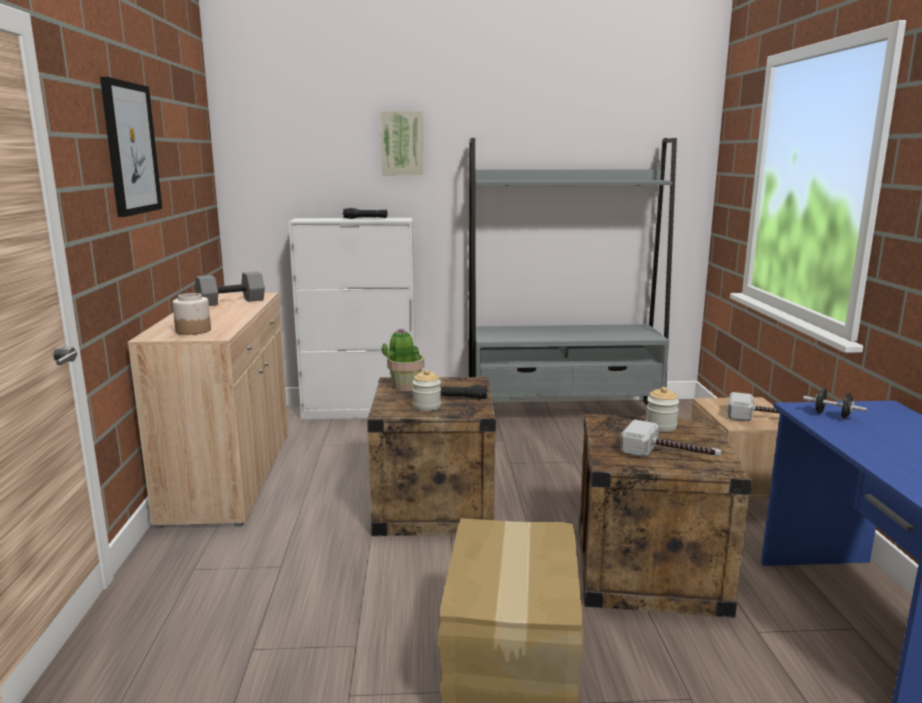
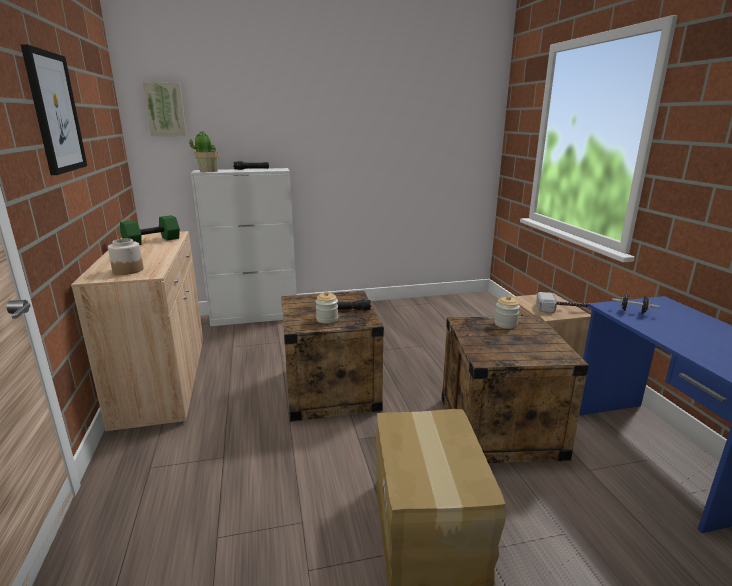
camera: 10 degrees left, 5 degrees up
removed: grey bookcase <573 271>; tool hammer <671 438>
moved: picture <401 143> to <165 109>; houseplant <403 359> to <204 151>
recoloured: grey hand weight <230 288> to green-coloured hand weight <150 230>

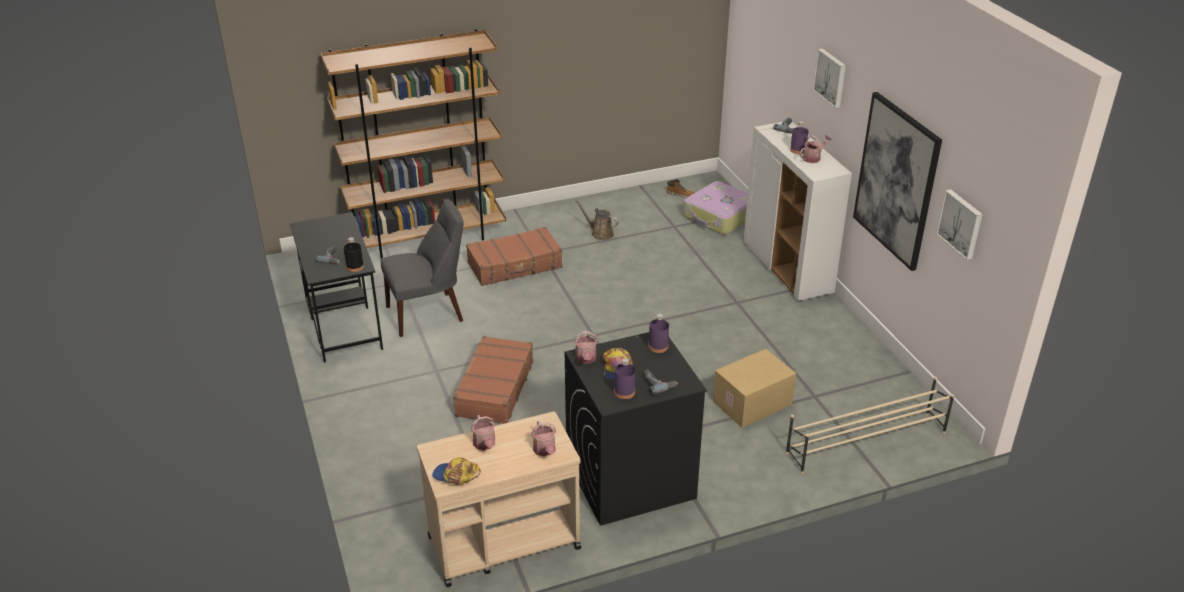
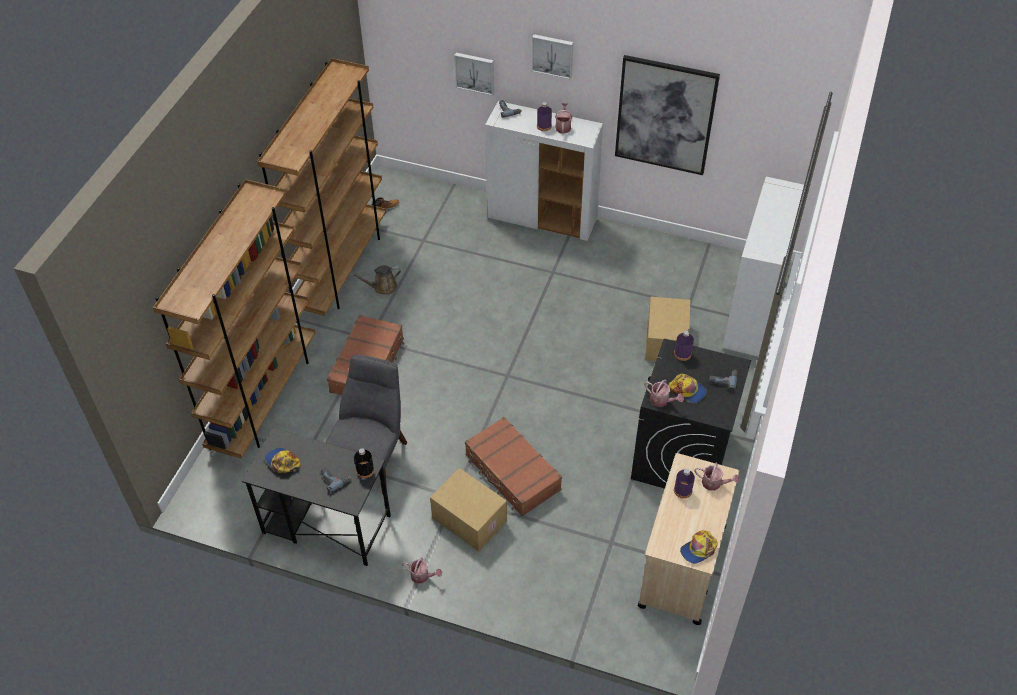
camera: 50 degrees left, 15 degrees up
removed: suitcase <716 208>
added: brownish bookcase <321 187>; baseball cap <283 460>; cardboard box <468 510>
moved: sprinkling can <483 432> to <422 570>; picture <959 224> to <474 74>; purple beverage bottle <624 378> to <684 484>
replaced: beige shoe rack <870 425> to whitish cupboard <763 267>

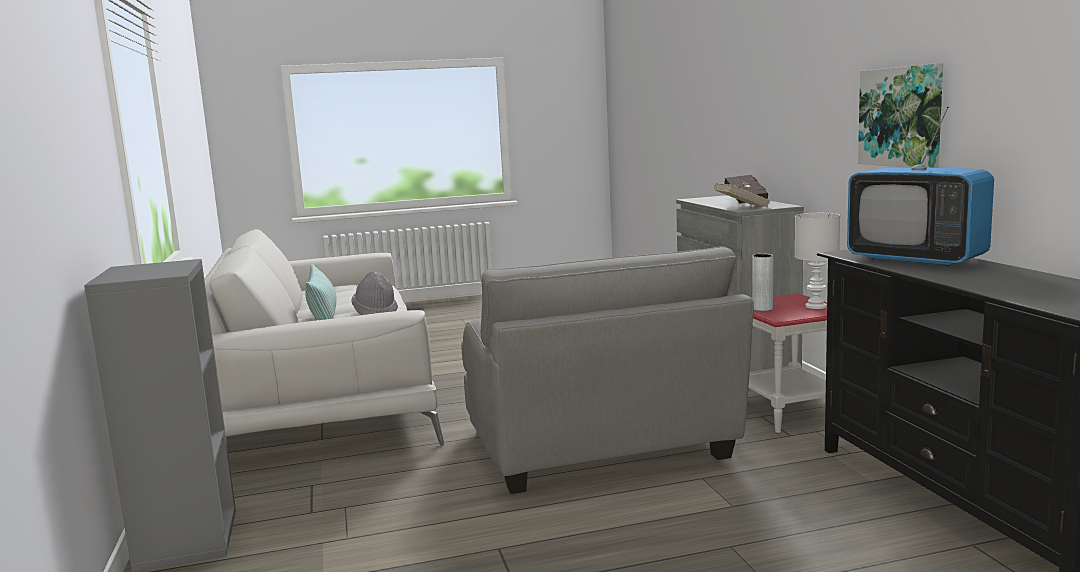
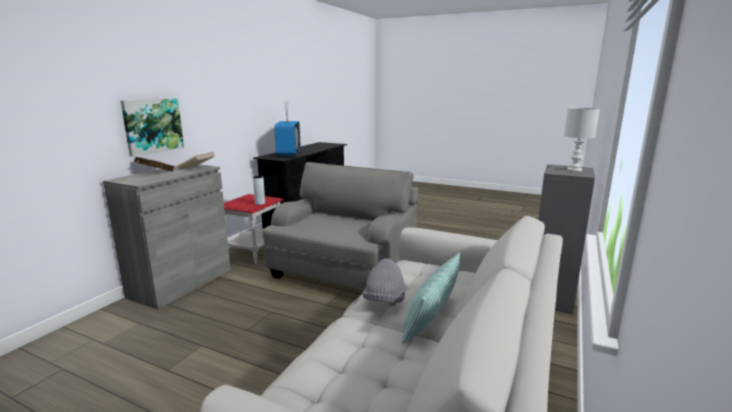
camera: 140 degrees left, 5 degrees up
moved: picture <900 115> to <152 127>; whitish lamp for a table <817 261> to <582 139>

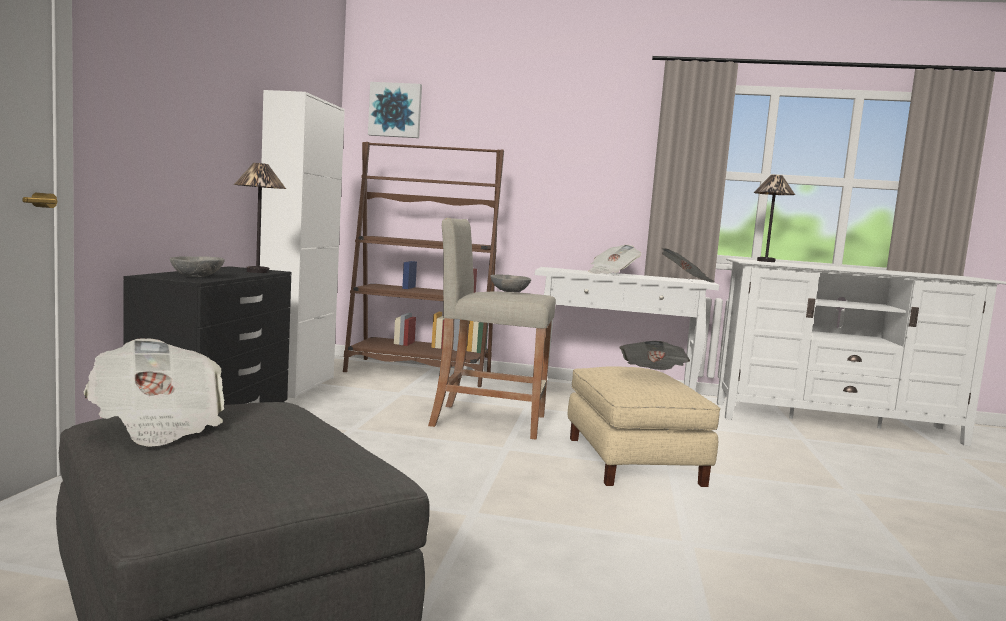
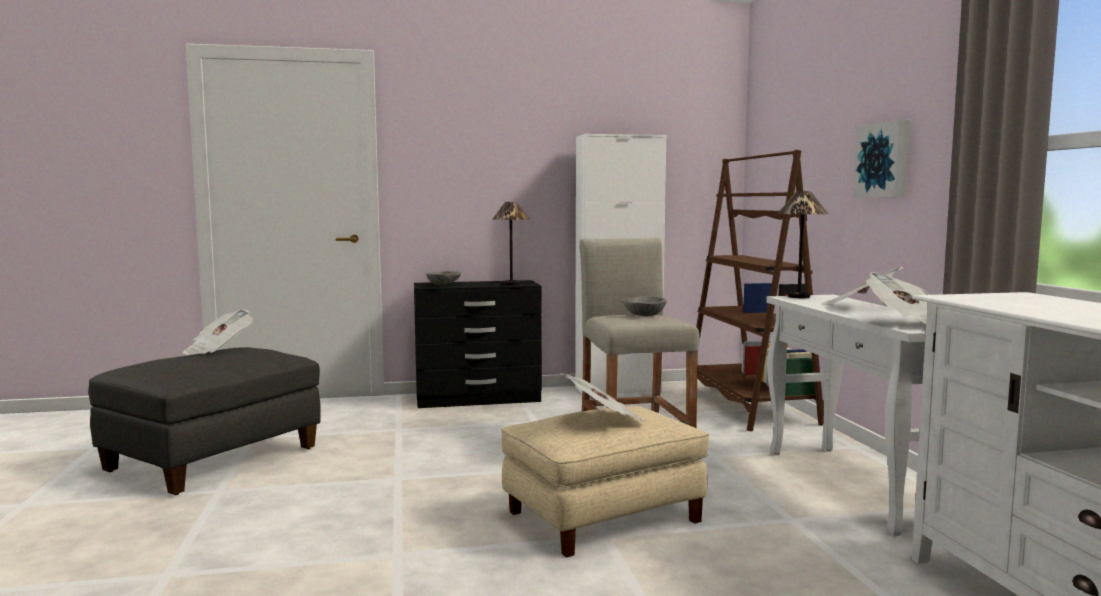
camera: 70 degrees right, 0 degrees up
moved: lamp for a table <774 218> to <802 244>; picture <395 110> to <881 158>

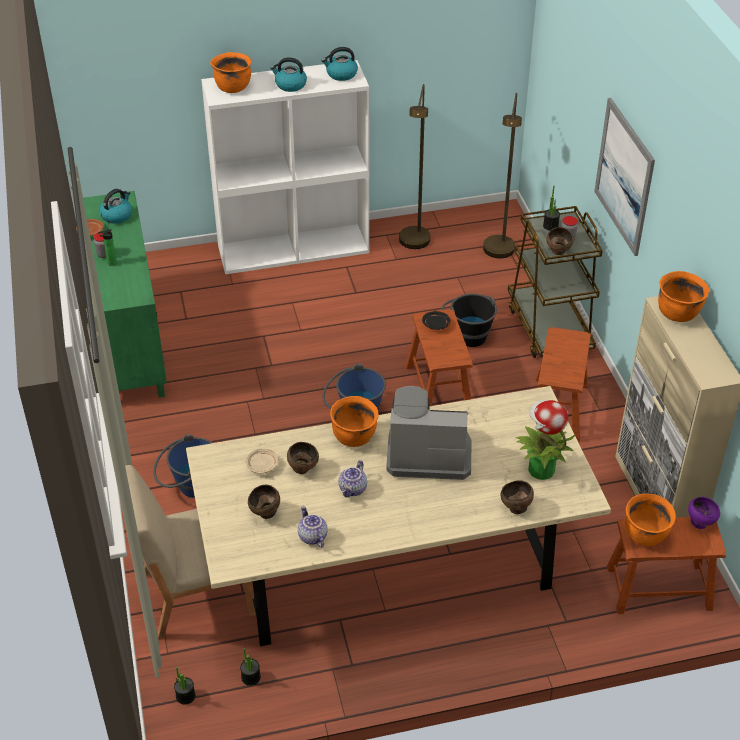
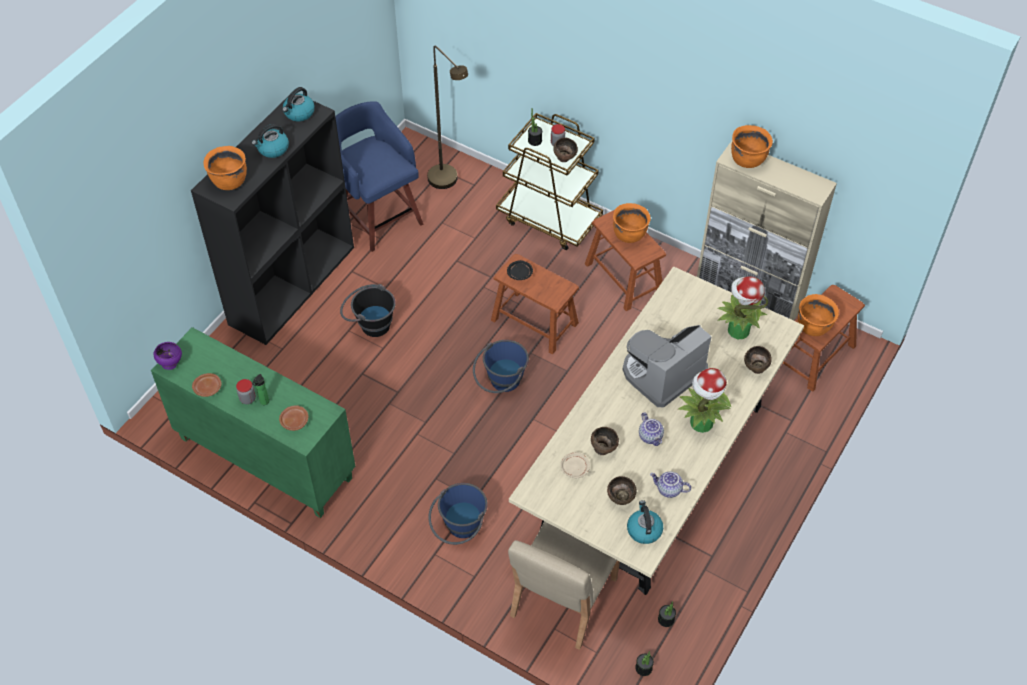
camera: 45 degrees left, 10 degrees up
removed: picture <624 177>
added: brownish dinner plate <293 418>; houseplant <704 400>
moved: purple bowl <704 513> to <167 356>; blackish water bucket <469 320> to <368 310>; orange stockpot <354 421> to <632 223>; kettle <115 206> to <645 522>
replaced: brownish standing lamp <414 166> to bluish sitting stool <379 176>
recoloured: whitish bookcase <285 167> to blackish bookcase <272 220>

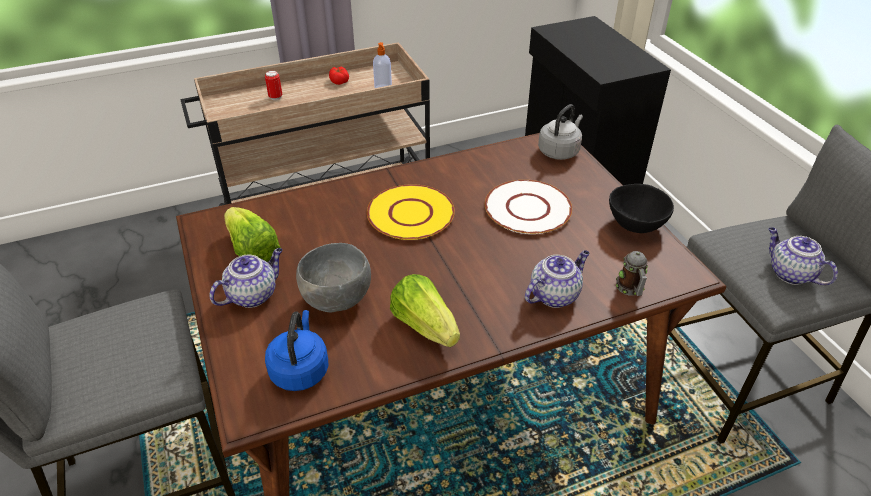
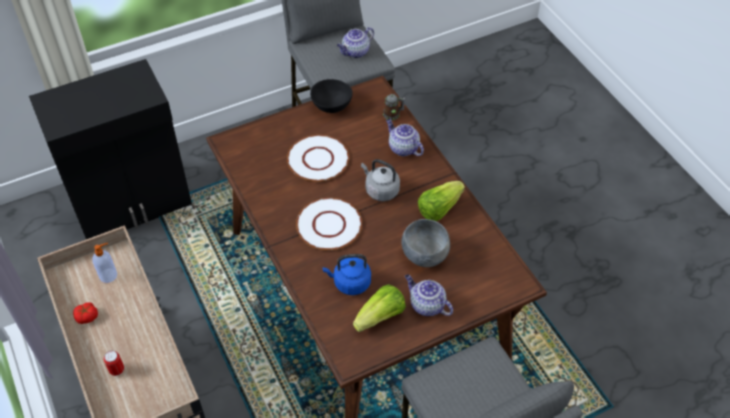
camera: 95 degrees left, 10 degrees up
moved: bluish kettle <297 350> to <346 274>; grey kettle <560 132> to <380 180>
recoloured: yellow dinner plate <411 212> to whitish dinner plate <329 224>

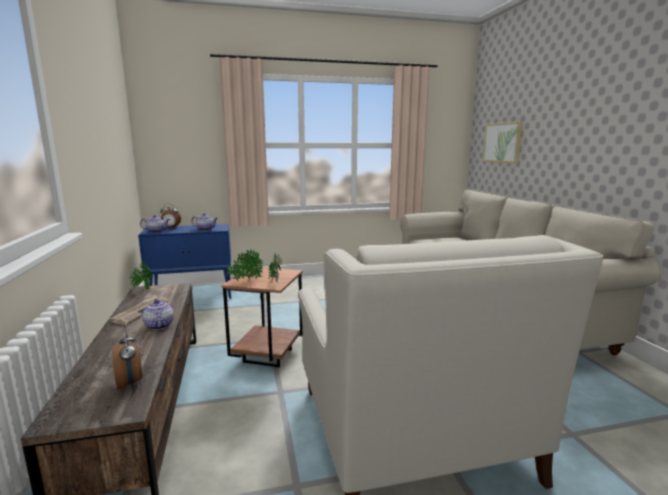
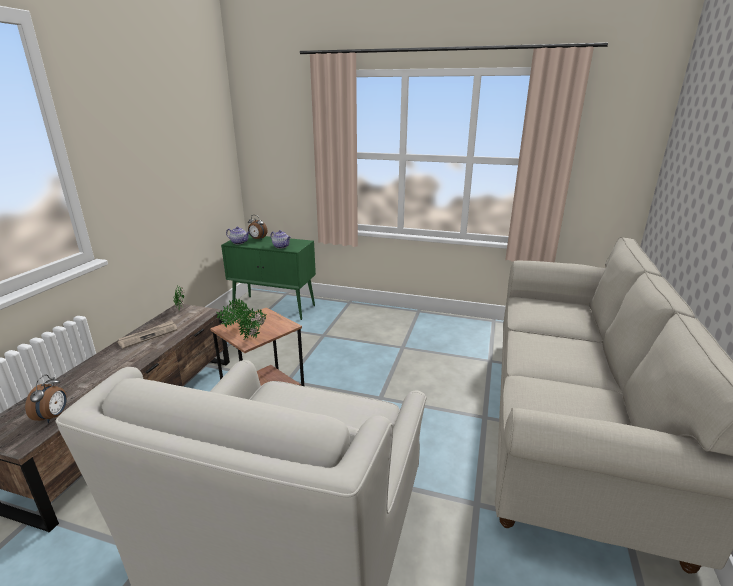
camera: 30 degrees right, 10 degrees up
removed: tea pot <158 314>; picture <502 142>
recoloured: bluish cupboard <184 261> to green-coloured cupboard <268 277>

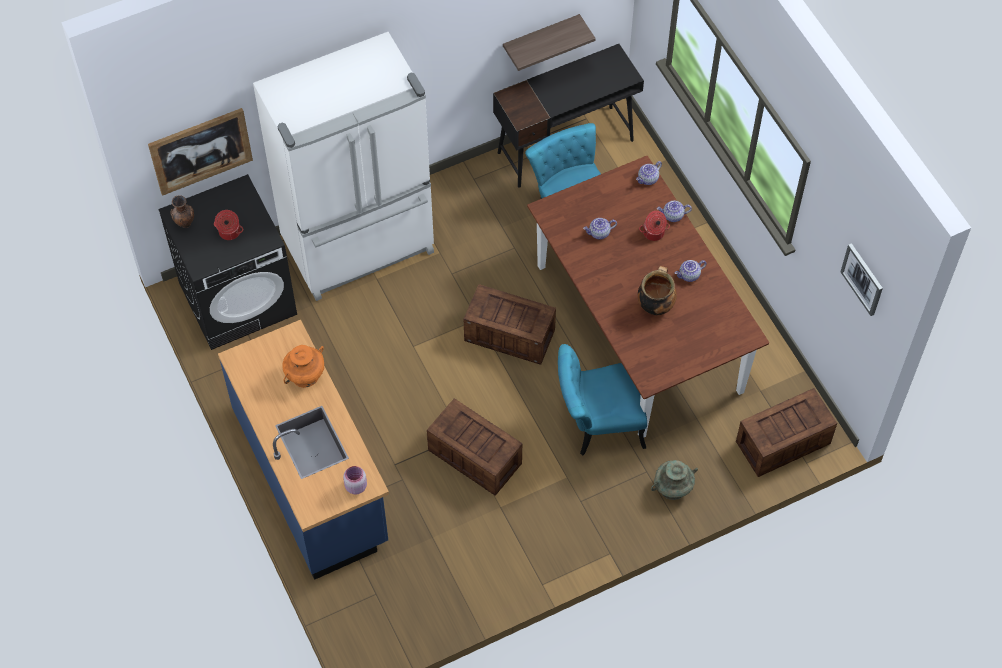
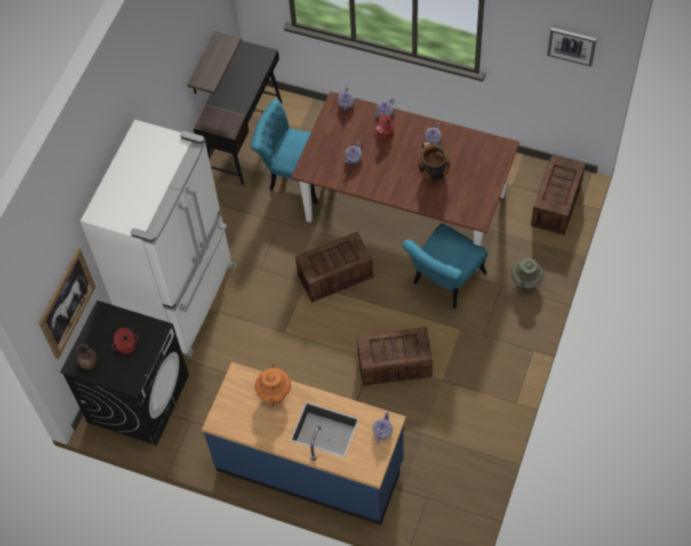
camera: 40 degrees left, 0 degrees up
replaced: pink jar <355 480> to tea pot <383 427>

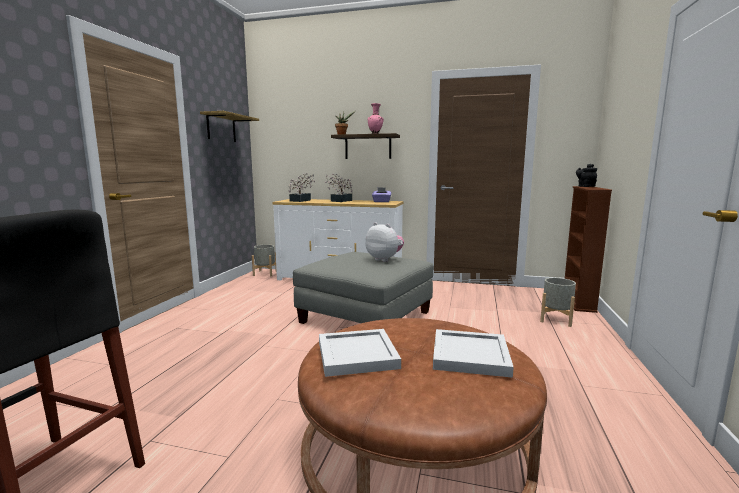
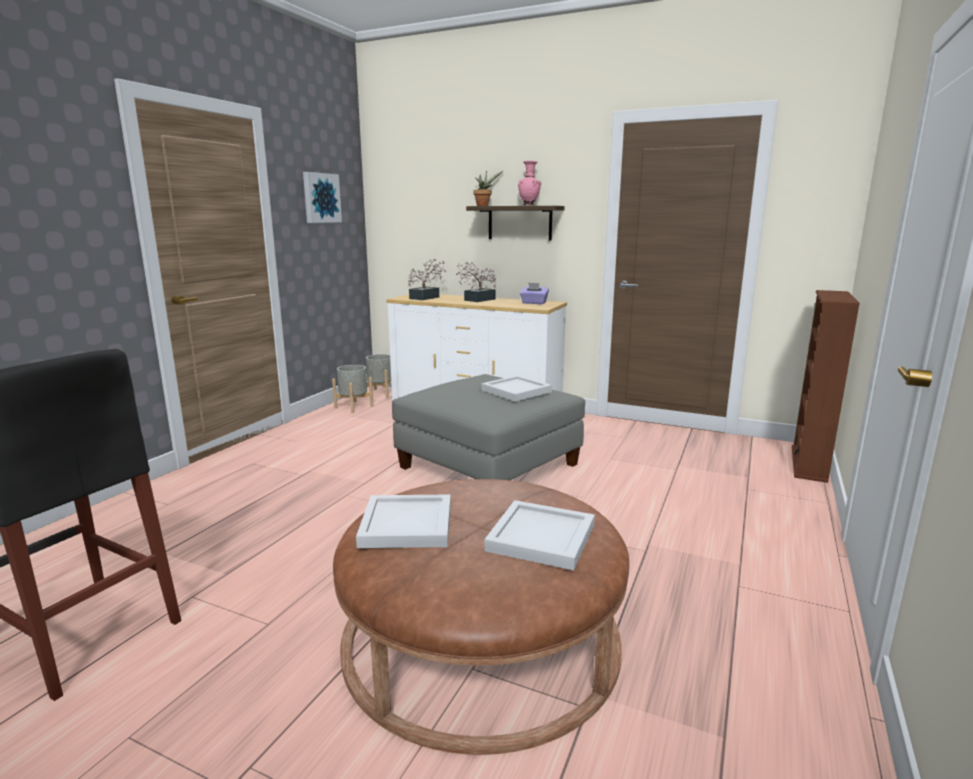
camera: 10 degrees right, 5 degrees up
removed: blackish tea pot <586 175>
moved: grey flower pot <558 302> to <352 389>
replaced: shelf <229 126> to picture <322 197>; plush toy <384 242> to whitish carrying tray <516 388>

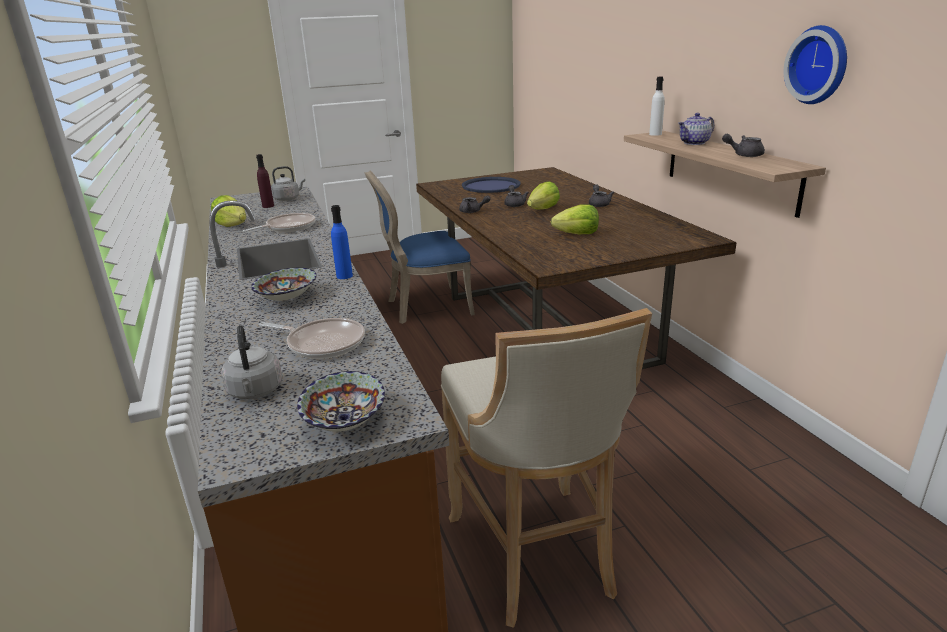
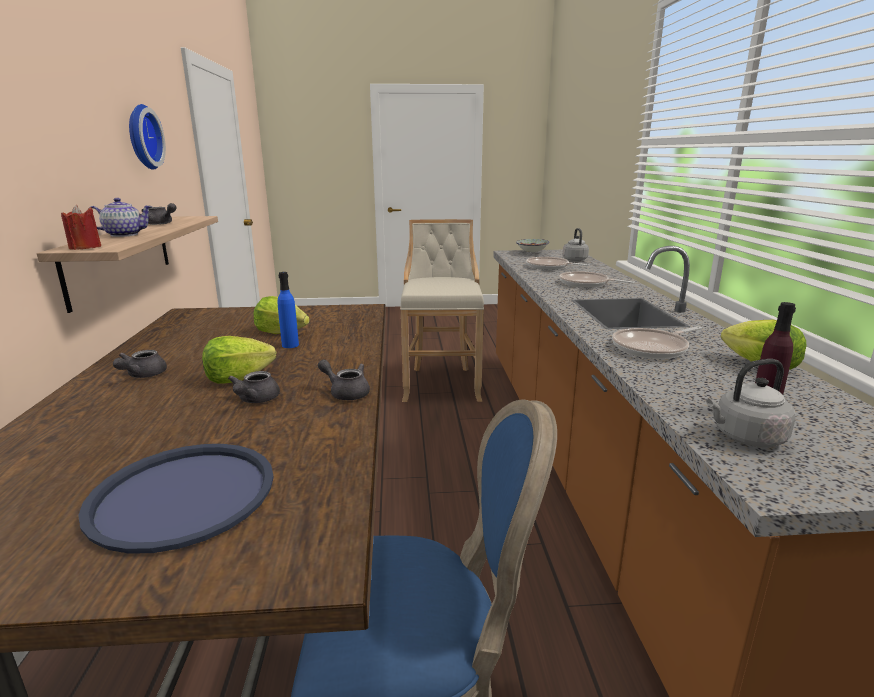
camera: 165 degrees left, 5 degrees down
moved: bluish beverage bottle <342 242> to <288 310>
replaced: whitish beverage bottle <657 106> to reddish candle <81 227>; bowl <284 284> to frying pan <597 279>

